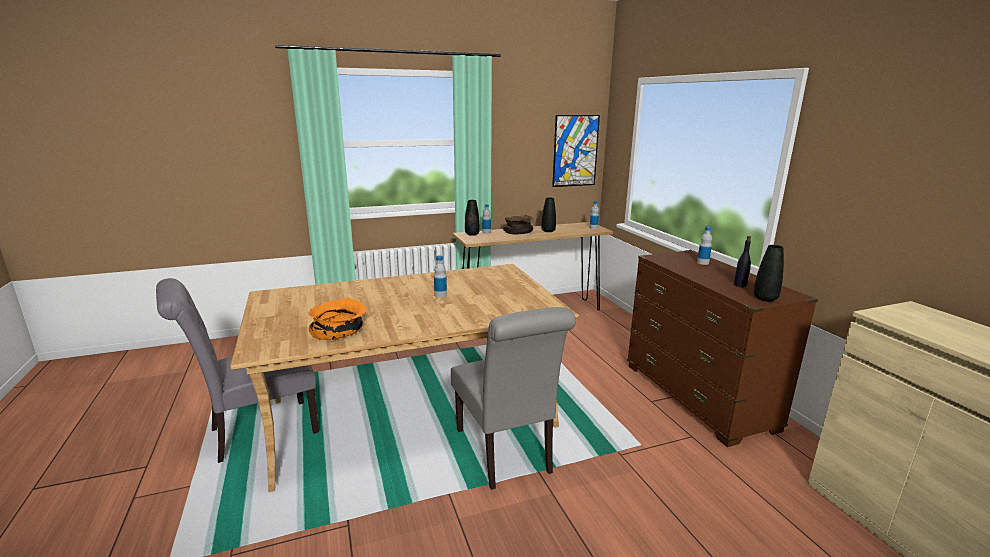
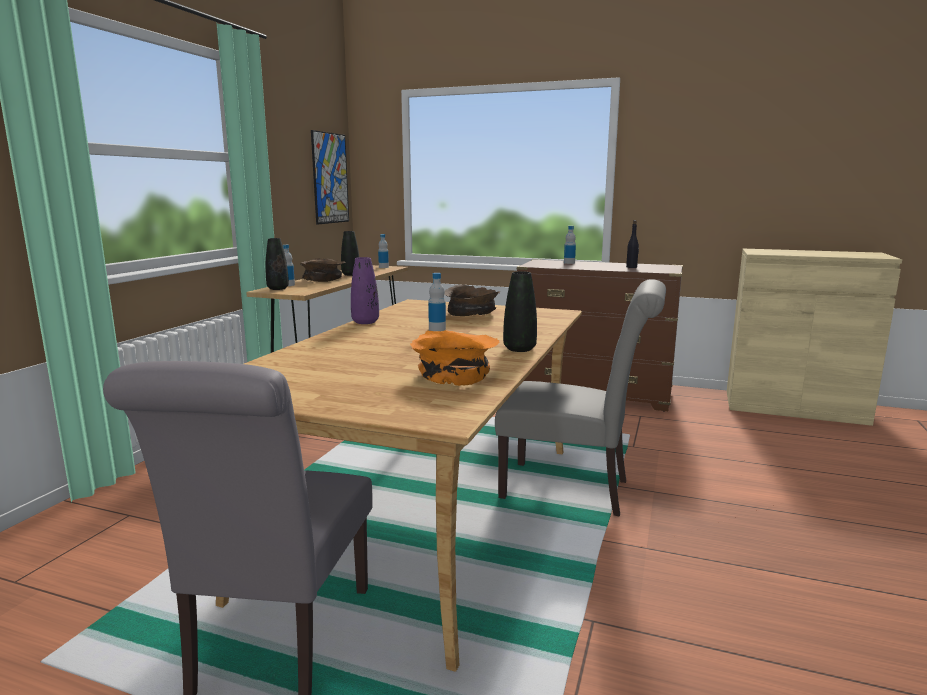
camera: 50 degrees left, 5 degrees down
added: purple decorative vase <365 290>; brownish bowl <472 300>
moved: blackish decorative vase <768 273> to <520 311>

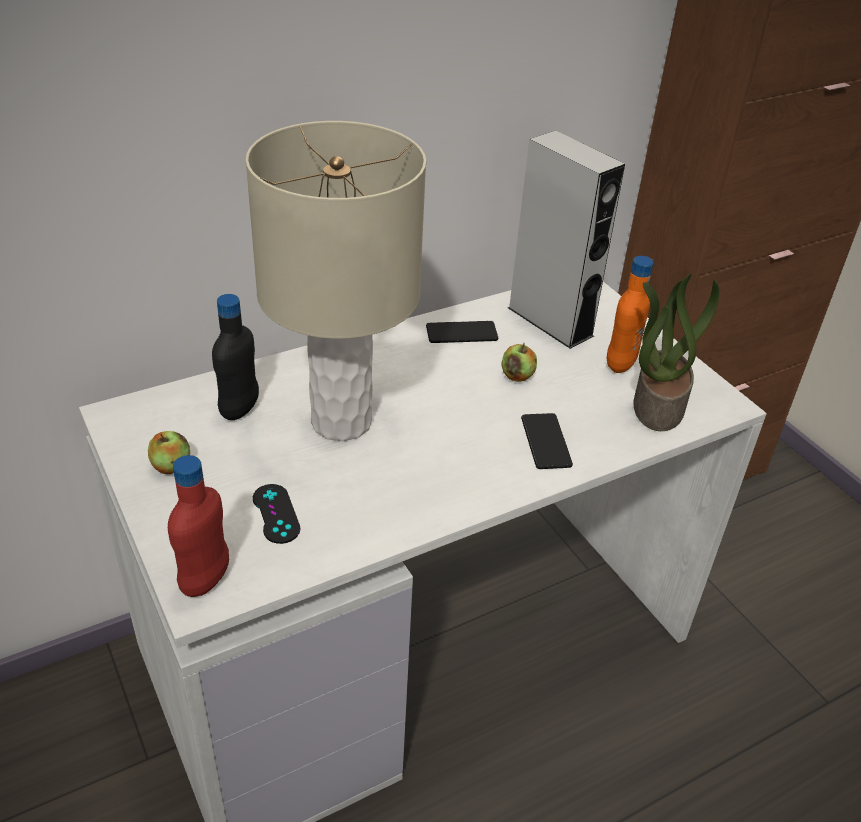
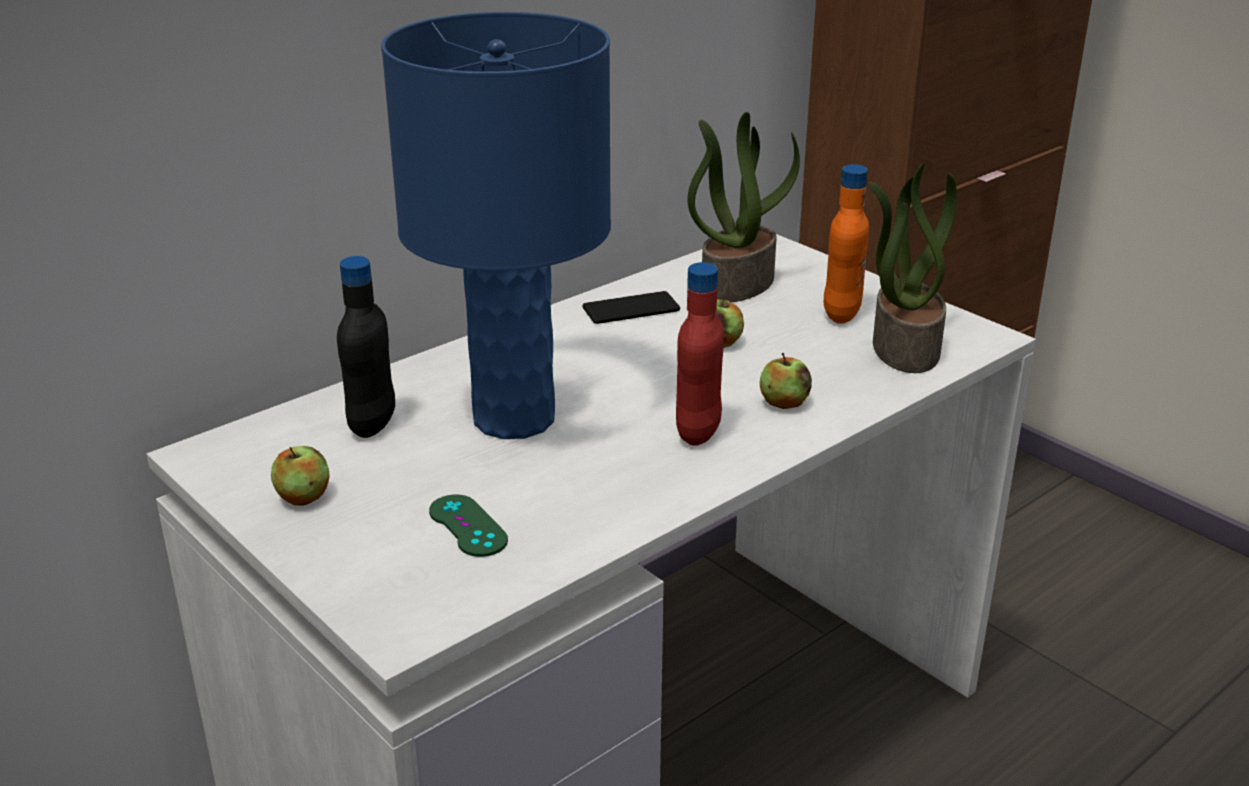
camera: 10 degrees left, 10 degrees down
moved: reddish beverage bottle <198 526> to <700 354>
replaced: grey audio speaker <566 239> to houseplant <744 207>; phone <547 441> to whole apple <786 381>
recoloured: beige lamp for a table <335 281> to bluish lamp for a table <496 225>; blackish joypad <277 514> to green-coloured joypad <468 526>

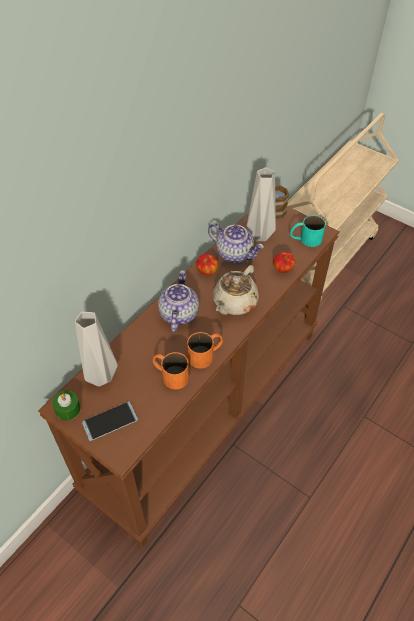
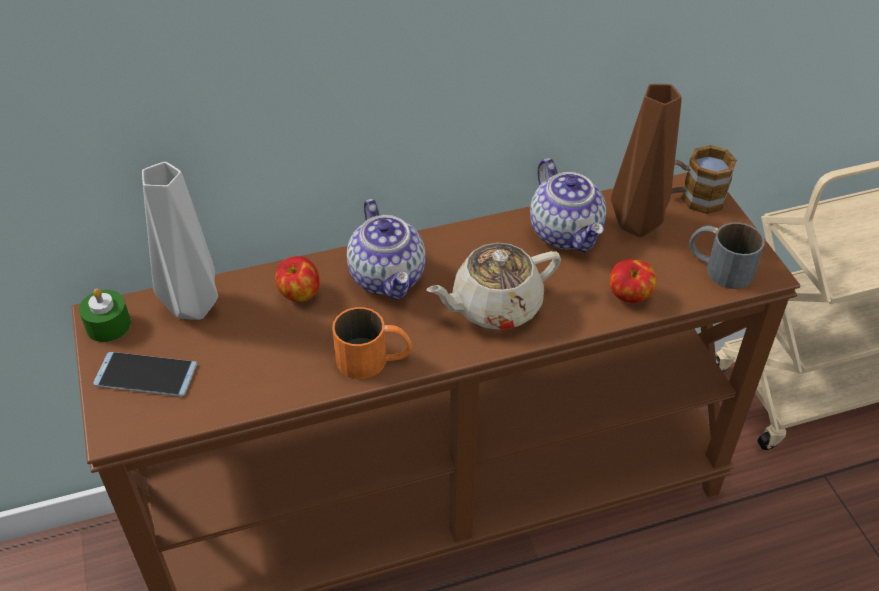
camera: 35 degrees right, 5 degrees down
removed: orange coffee mug <171 371>
moved: whole apple <207 264> to <297 279>
recoloured: grey decorative vase <261 204> to brownish decorative vase <646 160>; blue-green coffee mug <308 231> to grey coffee mug <727 255>
turned: tea pot <178 301> = <386 249> 120 degrees clockwise

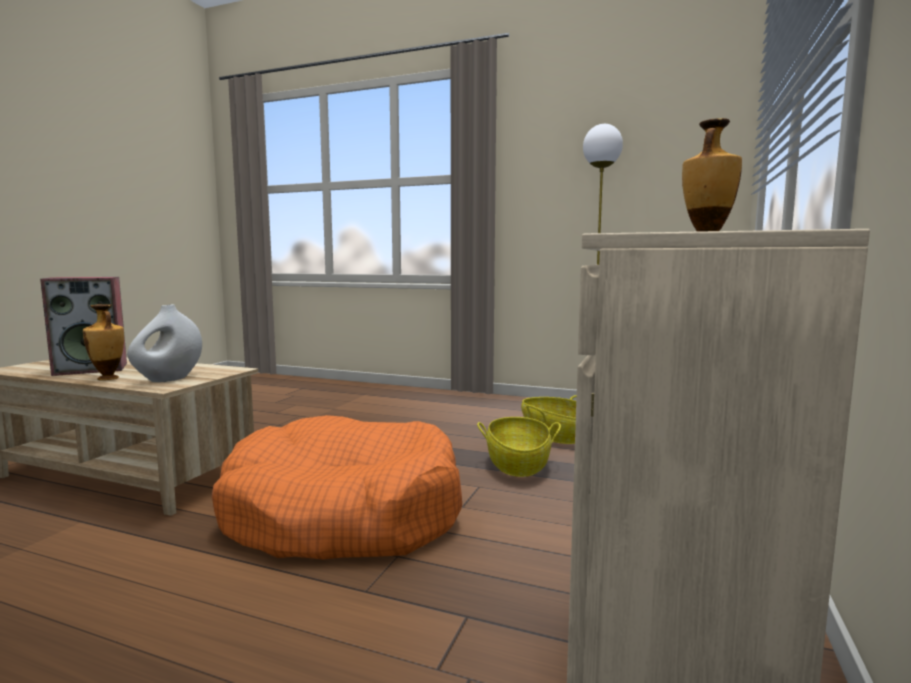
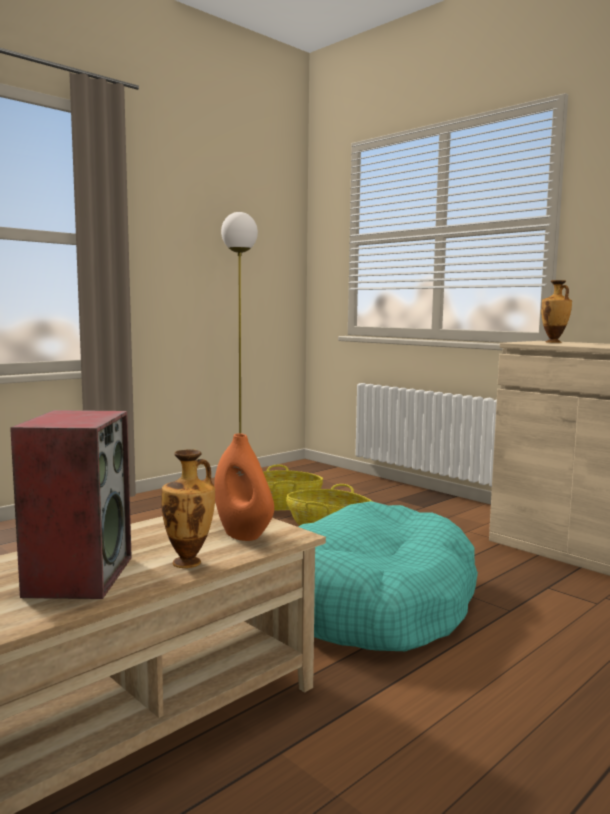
camera: 65 degrees left, 0 degrees up
recoloured: whitish decorative vase <164 343> to orange decorative vase <244 487>; orange dog cushion <337 487> to blue-green dog cushion <388 576>

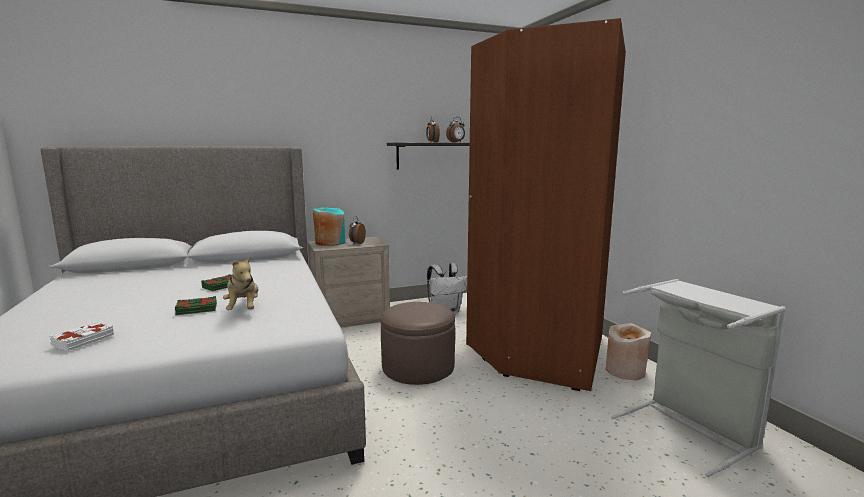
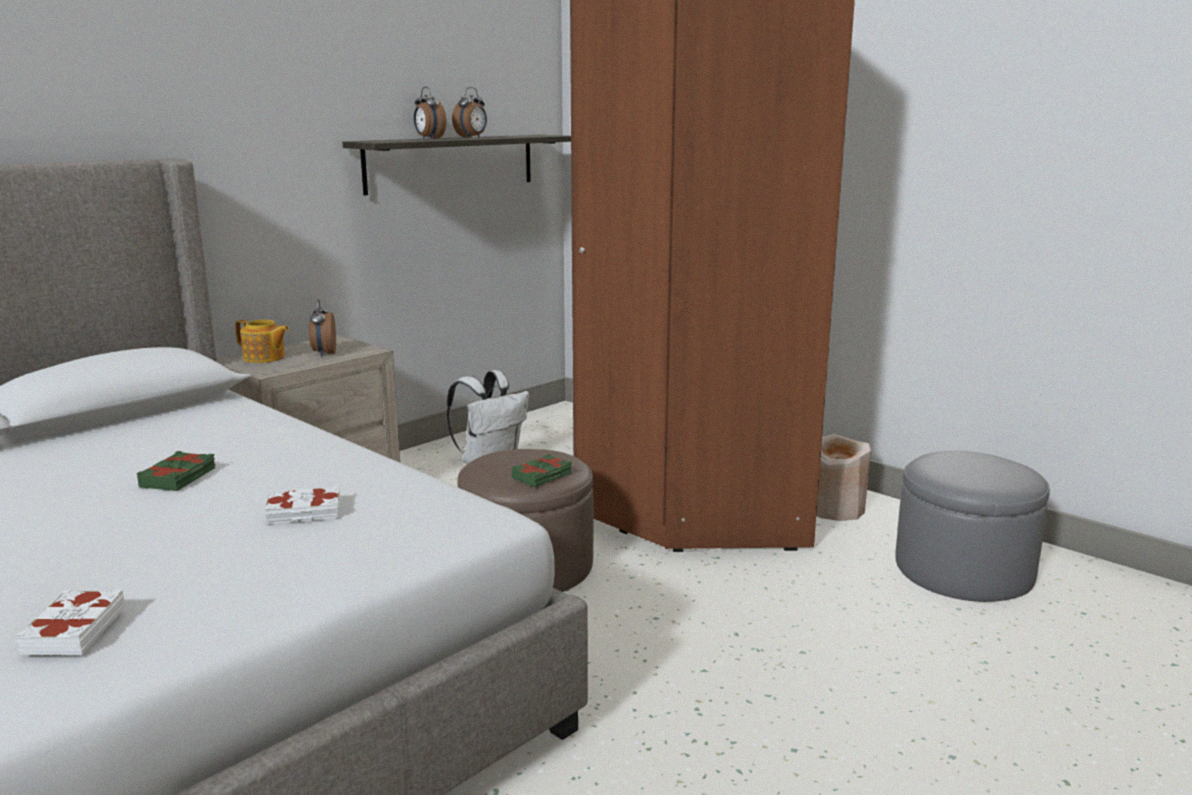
camera: 25 degrees left, 5 degrees up
moved: green-coloured volume <196 305> to <542 470>
replaced: blue-green decorative vase <329 226> to tea pot <262 341>; plush toy <241 283> to whitish volume <302 504>; grey hamper <698 378> to grey ottoman <973 526>

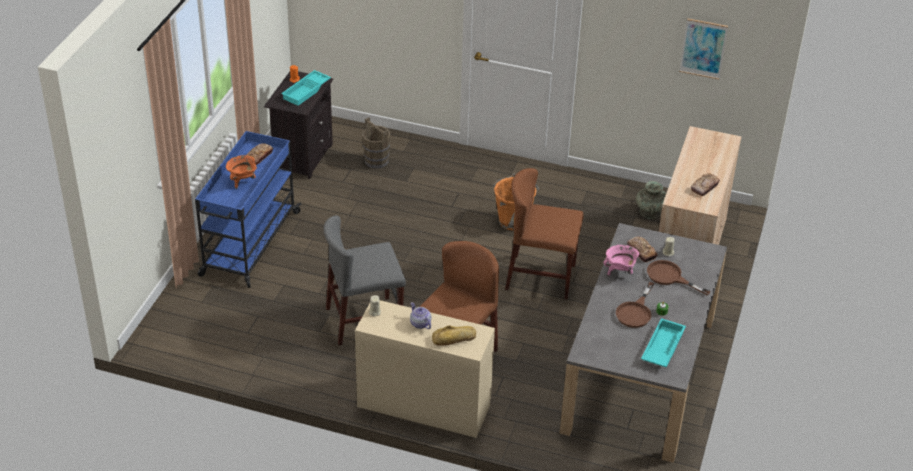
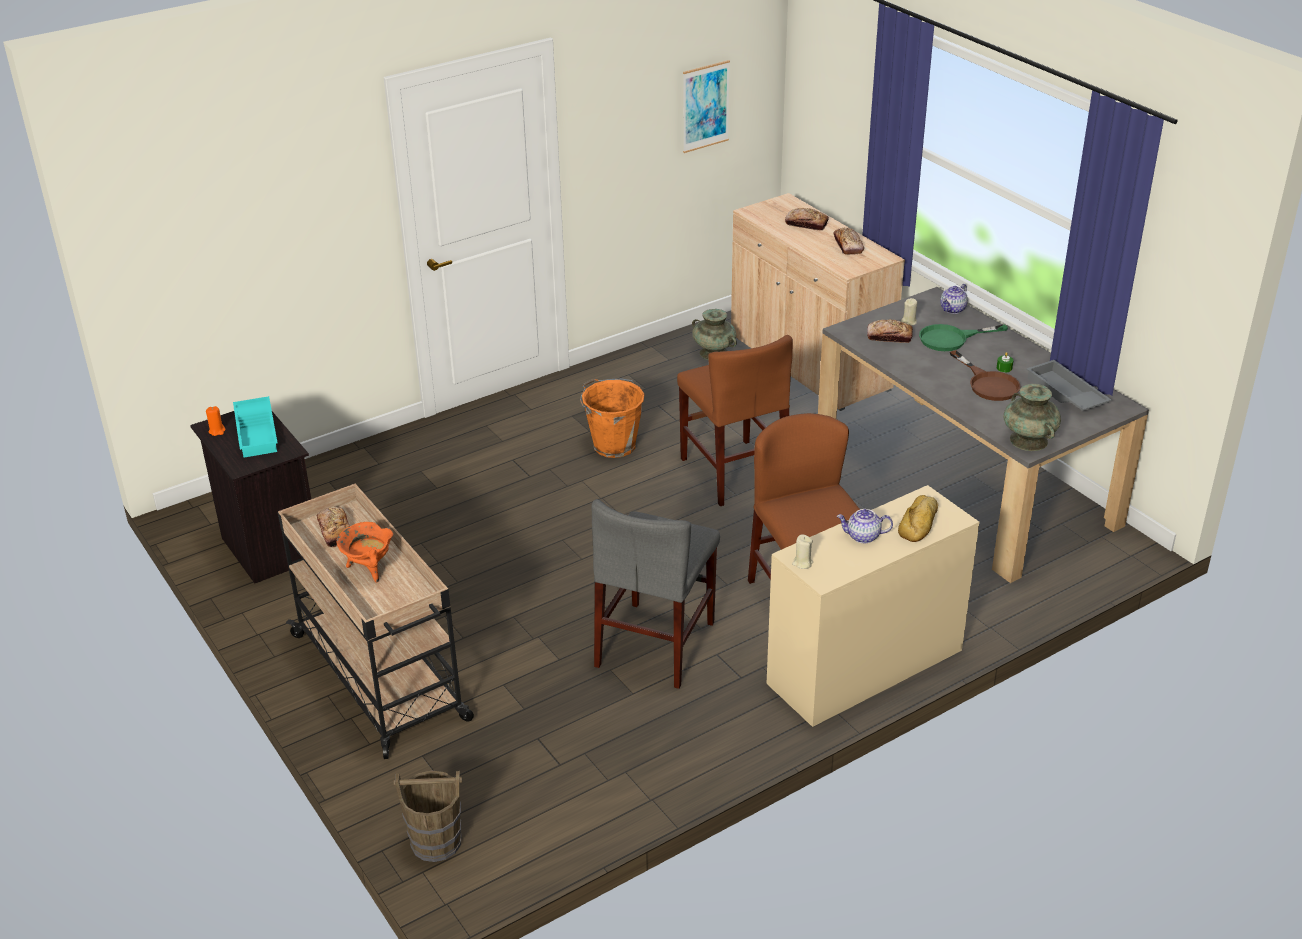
camera: 50 degrees left, 5 degrees down
removed: pink stockpot <621 261>
added: bakery bread <807 219>; tea pot <954 299>; blue-green decorative vase <1032 417>
moved: brownish water bucket <376 142> to <427 816>
recoloured: bluish trolley <248 209> to beige trolley <376 621>; brownish frying pan <679 277> to green-coloured frying pan <963 337>; blue-green carrying tray <663 342> to grey carrying tray <1069 385>
turned: brownish chair <544 233> = <735 420> 75 degrees counterclockwise

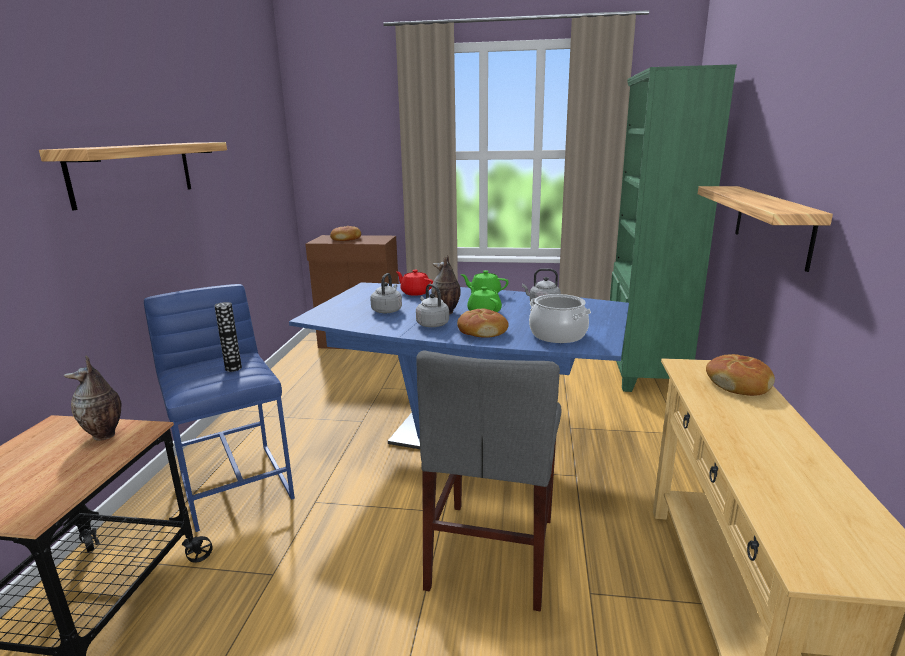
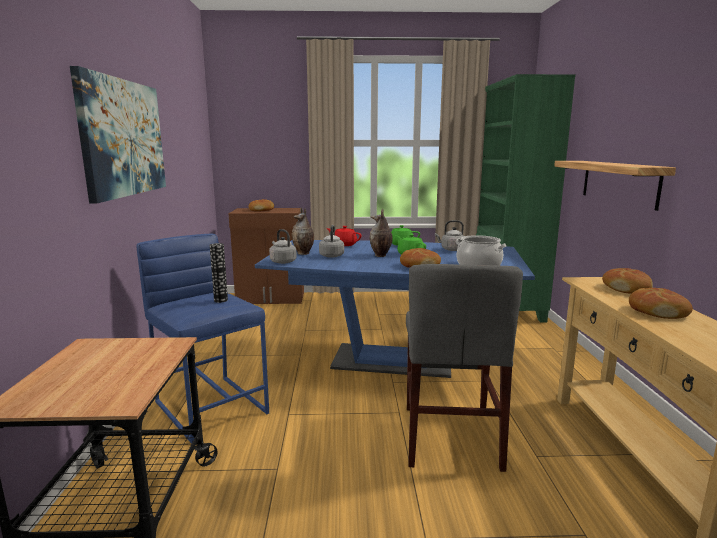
camera: 10 degrees left, 5 degrees down
added: bakery bread <661 303>
moved: grey kettle <432 305> to <283 246>; decorative vase <92 398> to <303 231>
replaced: shelf <133 176> to picture <118 135>

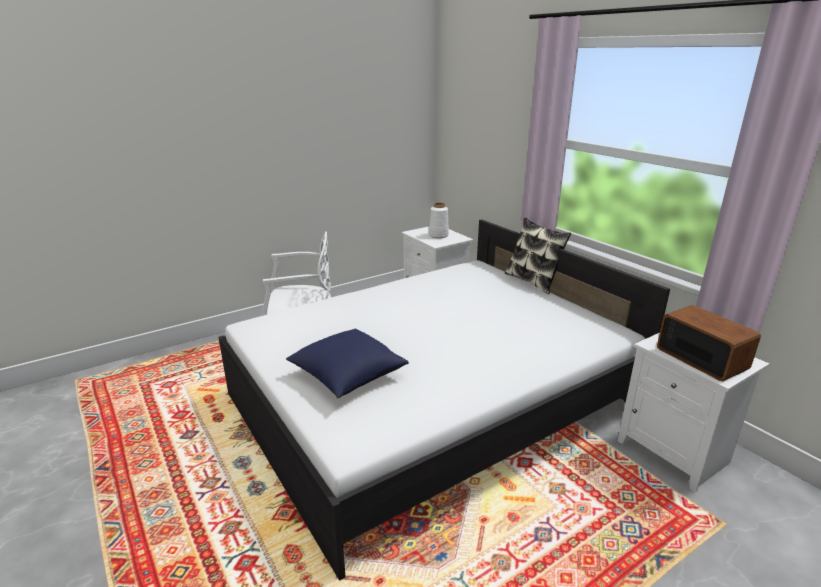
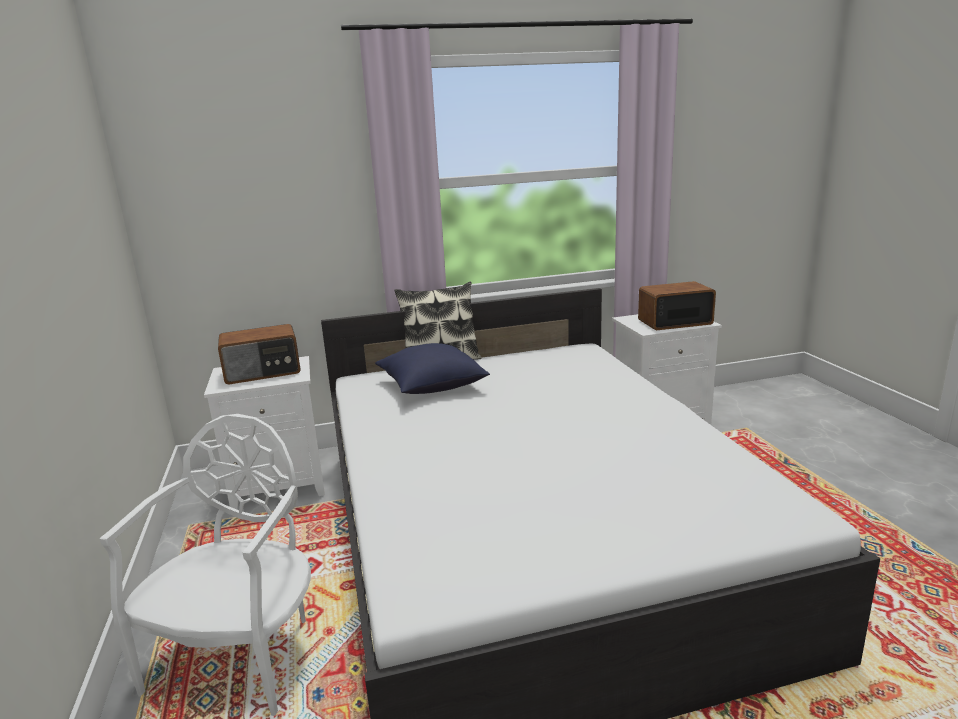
camera: 70 degrees left, 5 degrees down
moved: bluish throw pillow <347 363> to <432 368>
replaced: whitish decorative vase <439 220> to radio set <259 354>

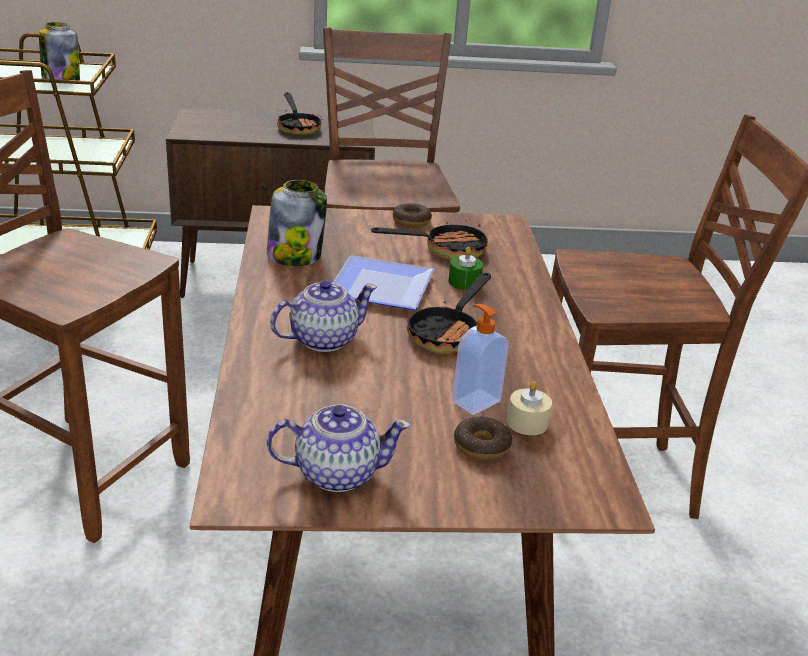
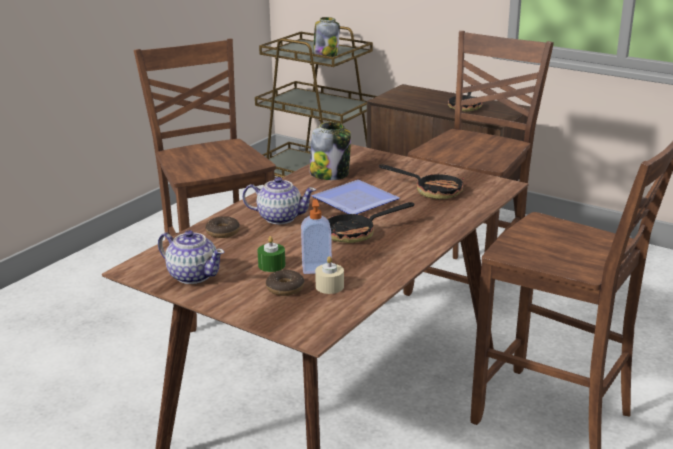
camera: 40 degrees right, 5 degrees down
moved: donut <412 215> to <222 227>; green-coloured candle <466 268> to <271 254>

